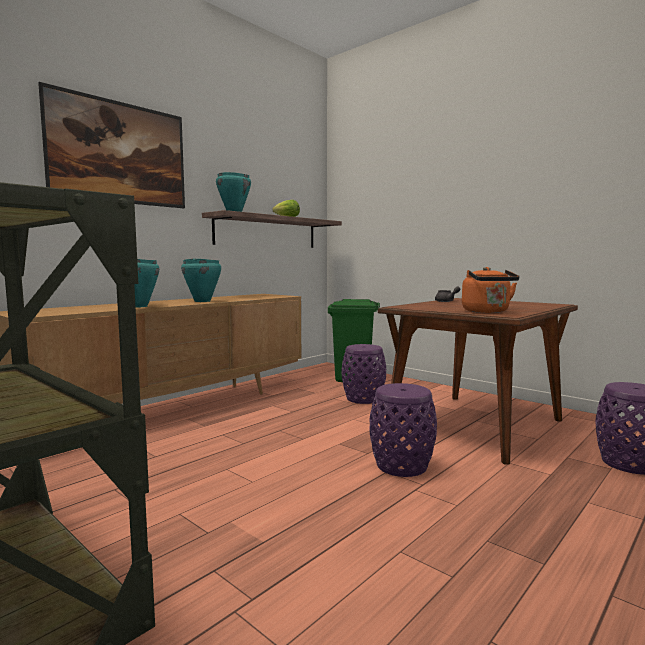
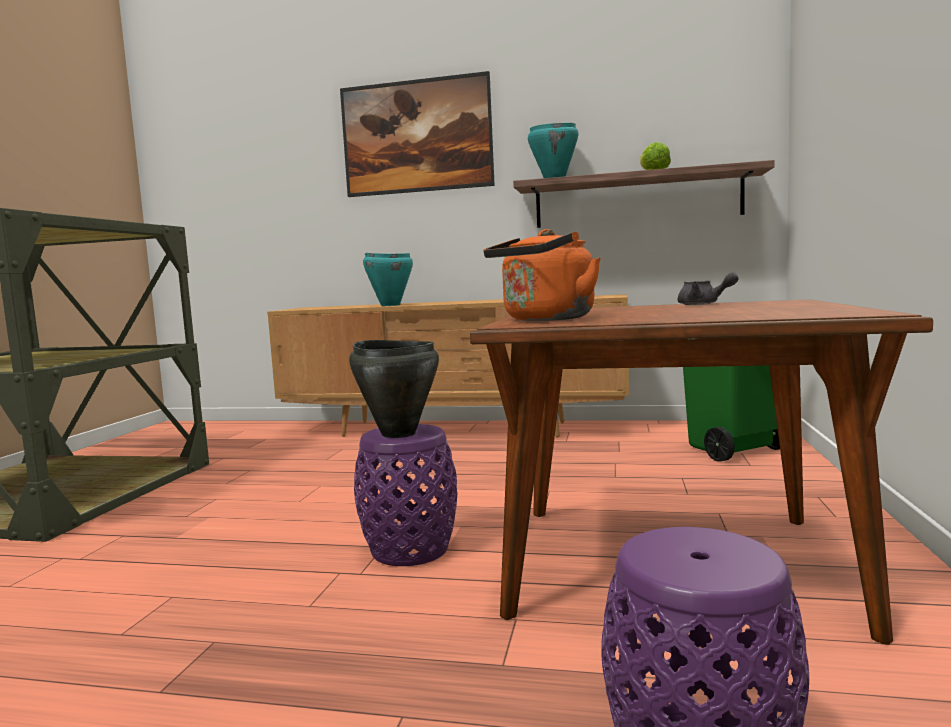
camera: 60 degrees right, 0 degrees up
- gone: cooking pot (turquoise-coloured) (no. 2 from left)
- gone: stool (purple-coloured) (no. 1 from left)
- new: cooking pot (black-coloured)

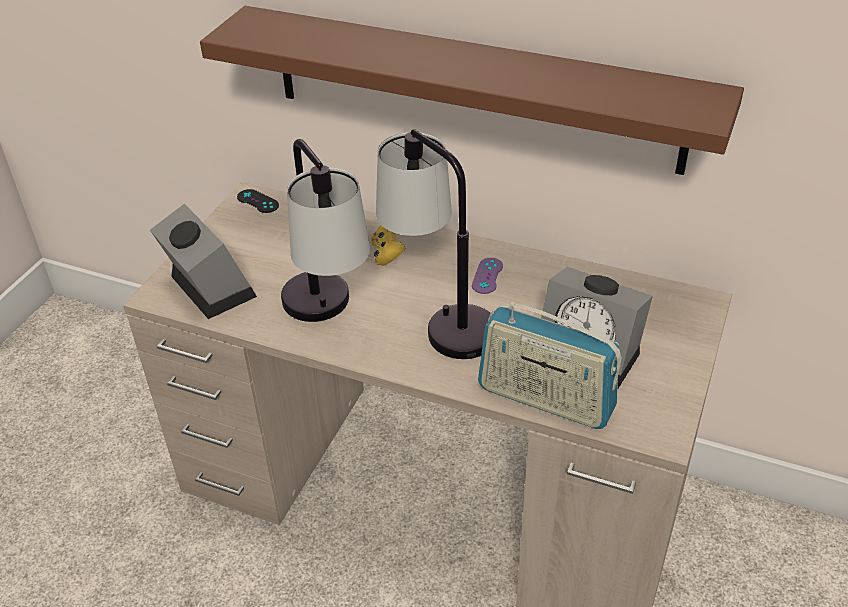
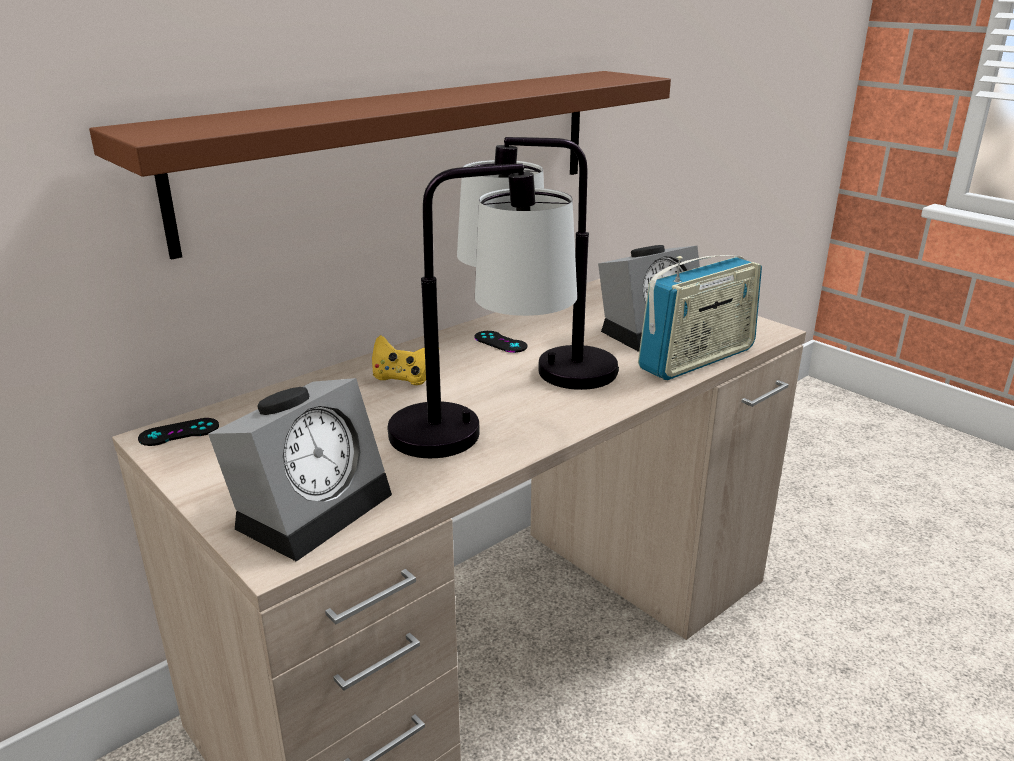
camera: 65 degrees left, 15 degrees down
- repainted: joypad (purple-coloured) to joypad (black-coloured) (no. 2 from left)
- rotated: alarm clock (no. 1 from left) 135 degrees clockwise

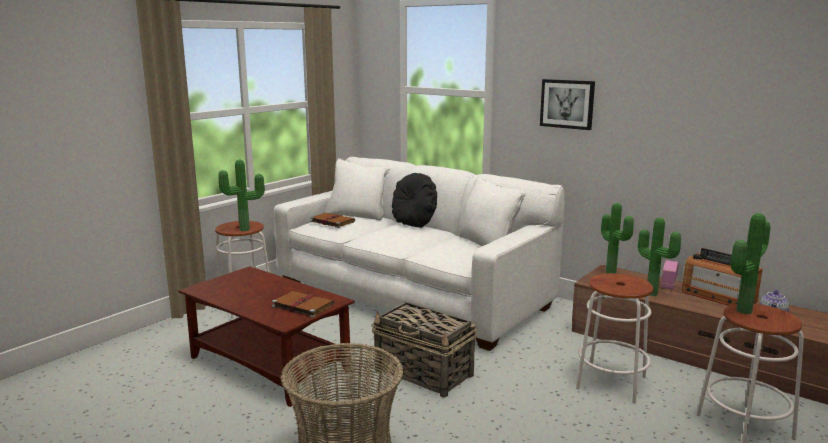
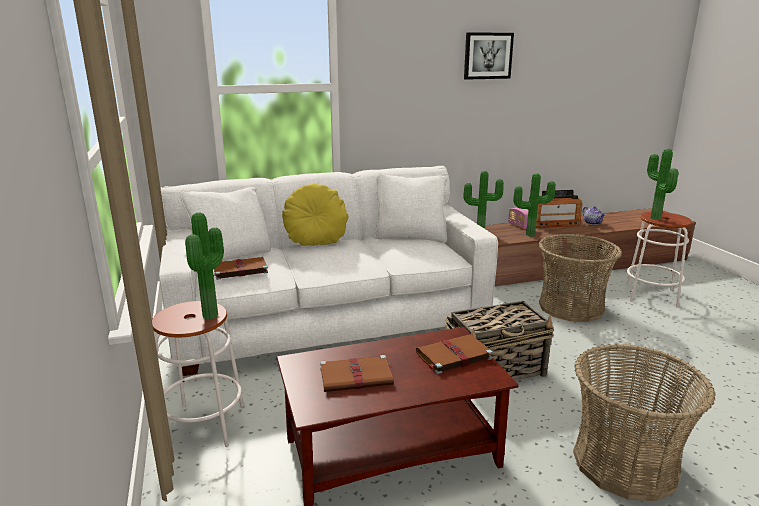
camera: 55 degrees left, 5 degrees up
- new: bound book (brown) (no. 2 from left)
- shifted: picture
- swapped: stool (white) (no. 2 from left) to basket (no. 2 from left)
- repainted: throw pillow (black-coloured) to throw pillow (yellow-coloured)

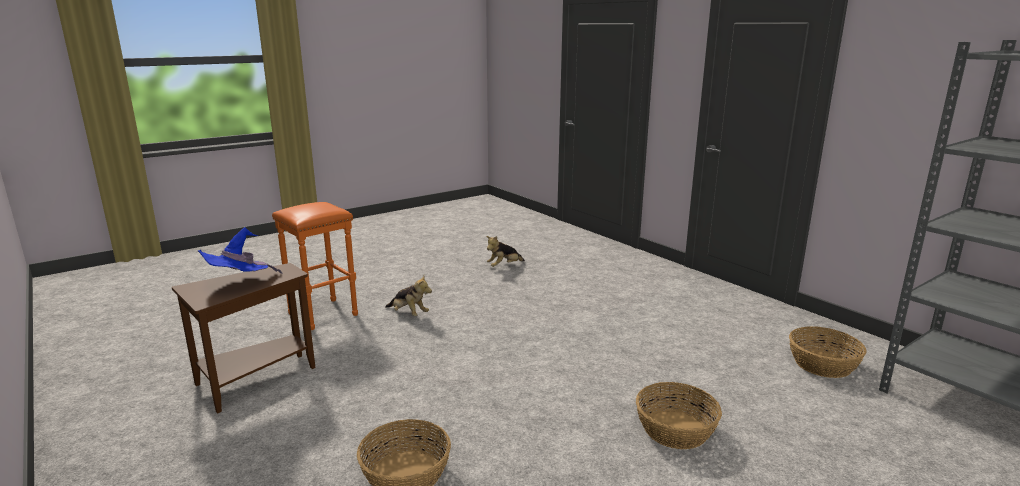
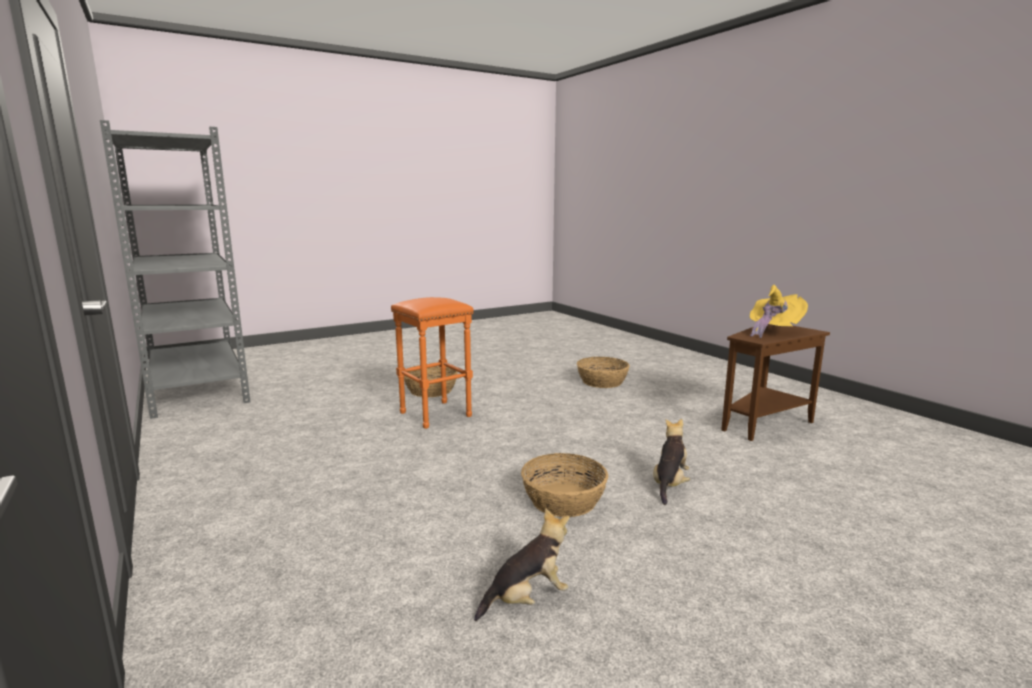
camera: 175 degrees left, 5 degrees down
- shifted: stool (orange-coloured)
- shifted: basket (no. 3 from left in the first image) to basket (no. 2 from left)
- repainted: clothing hat (blue-coloured) to clothing hat (yellow-coloured)
- rotated: plush toy (no. 1 from left in the first image) 75 degrees clockwise

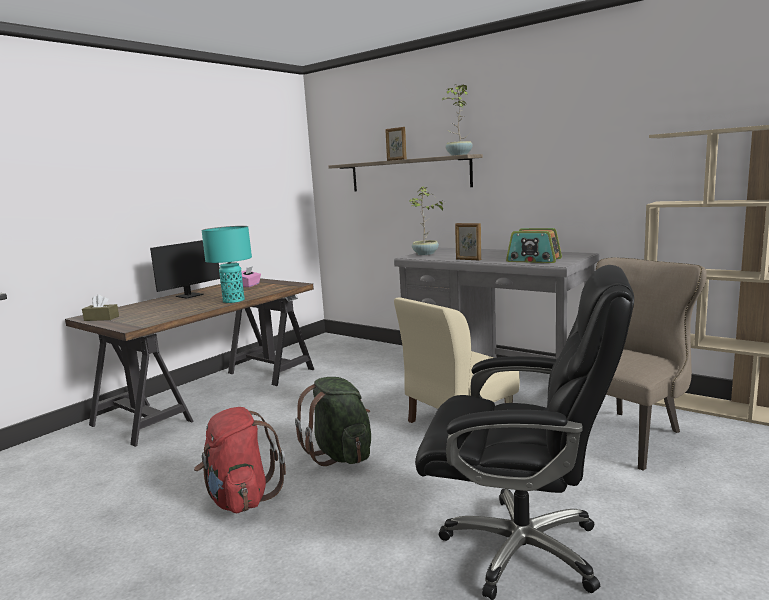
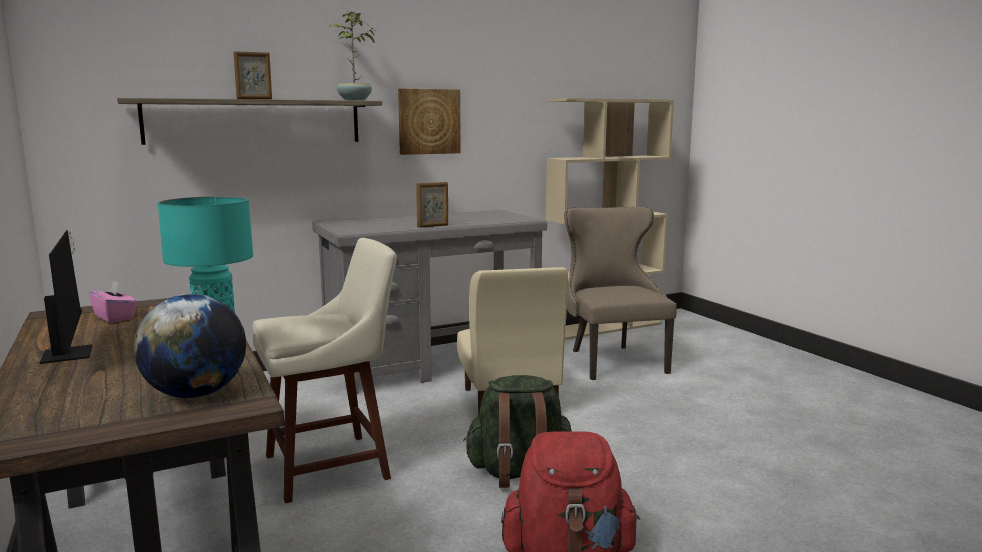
camera: 65 degrees left, 0 degrees up
- gone: tissue box (brown)
- gone: houseplant (no. 1 from left)
- gone: desk chair (black-coloured)
- gone: radio
- new: world globe
- new: stool (sand-coloured)
- new: picture

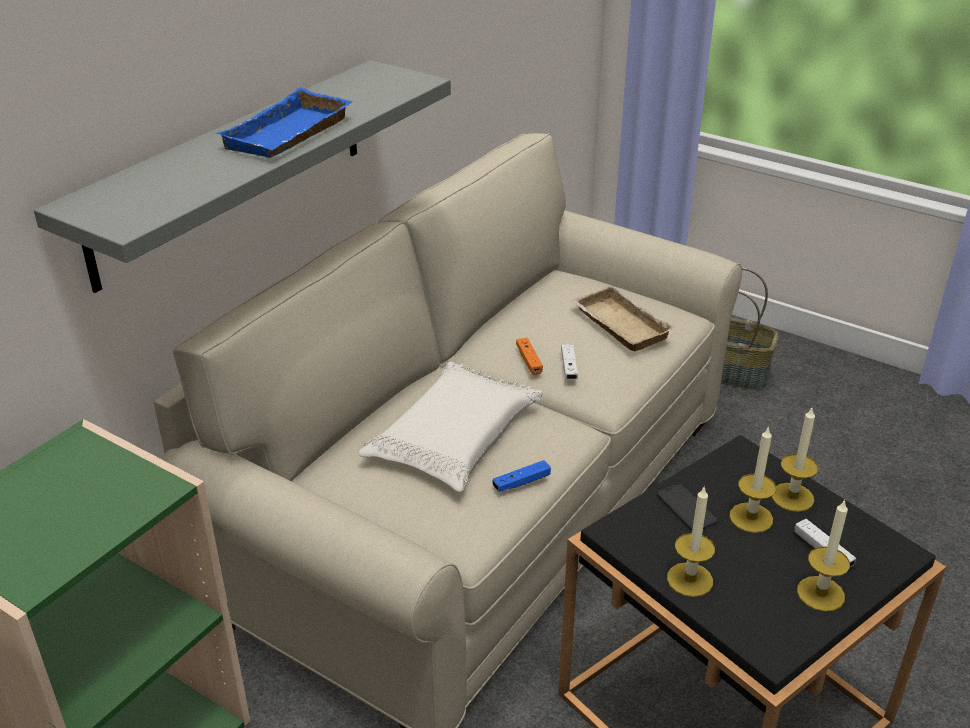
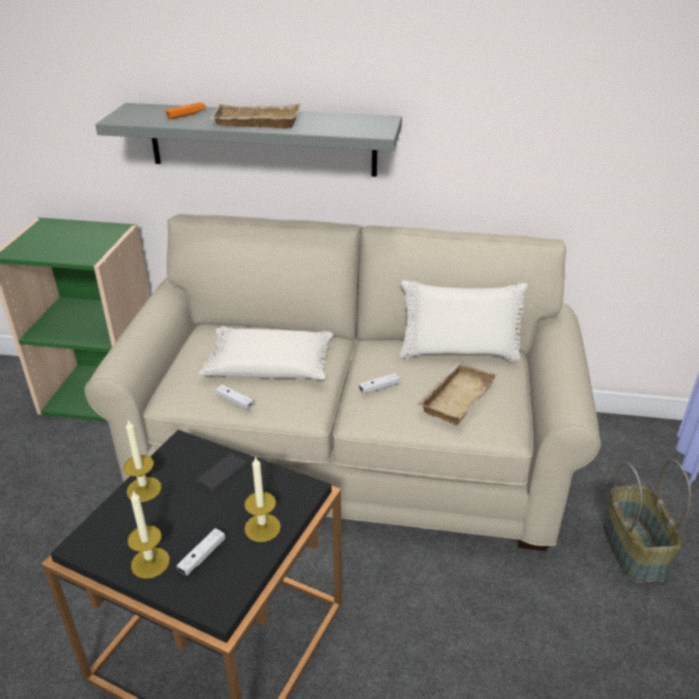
camera: 65 degrees right, 0 degrees up
- gone: candle (no. 2 from left)
- new: throw pillow (white) (no. 2 from left)
- shifted: joypad (orange-coloured)
- repainted: tray (blue-coloured) to tray (sand-coloured) (no. 1 from left)
- repainted: joypad (blue-coloured) to joypad (white) (no. 2 from left)

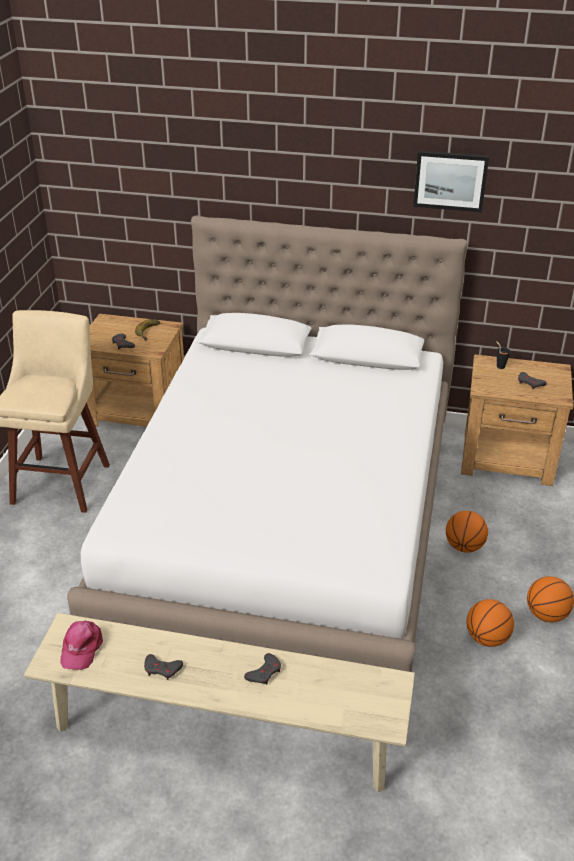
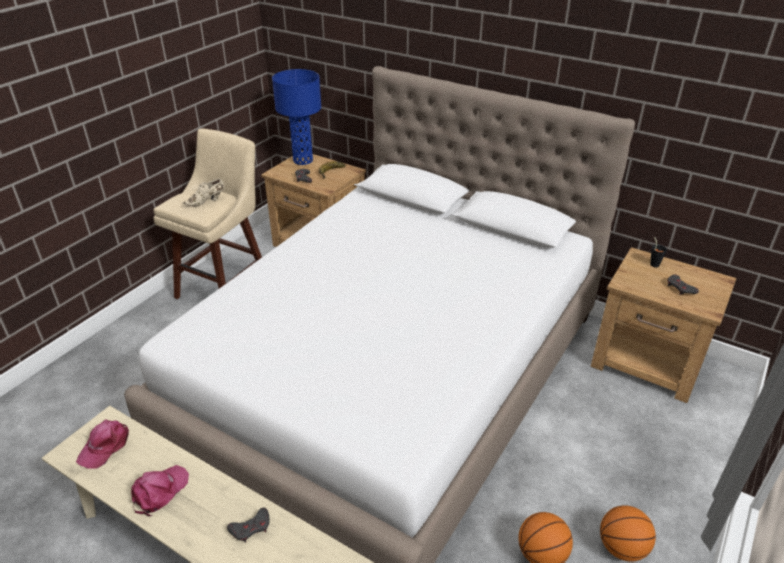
camera: 20 degrees right, 0 degrees up
- gone: picture
- gone: basketball ball (no. 1 from left)
- new: low shoe (sand-coloured)
- new: tabletop lamp (blue-coloured)
- swapped: joypad (greyish) (no. 2 from left) to peaked cap (pinkish) (no. 2 from left)

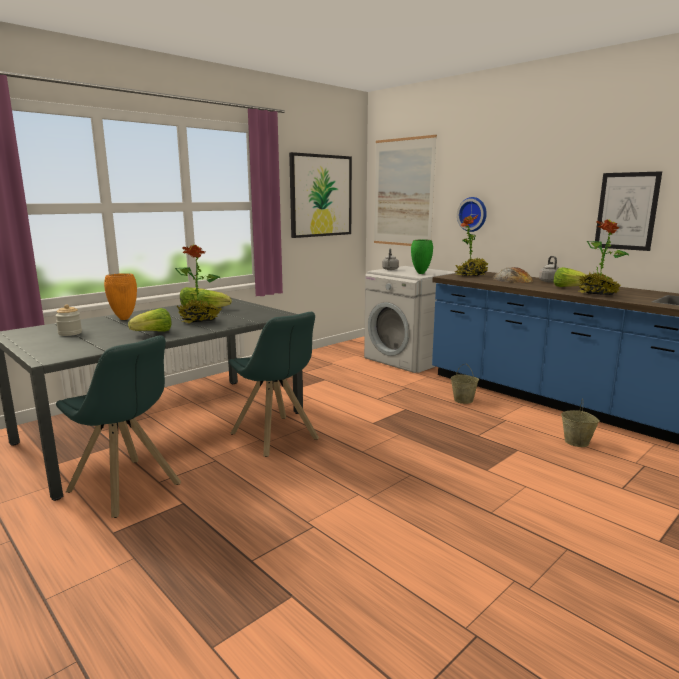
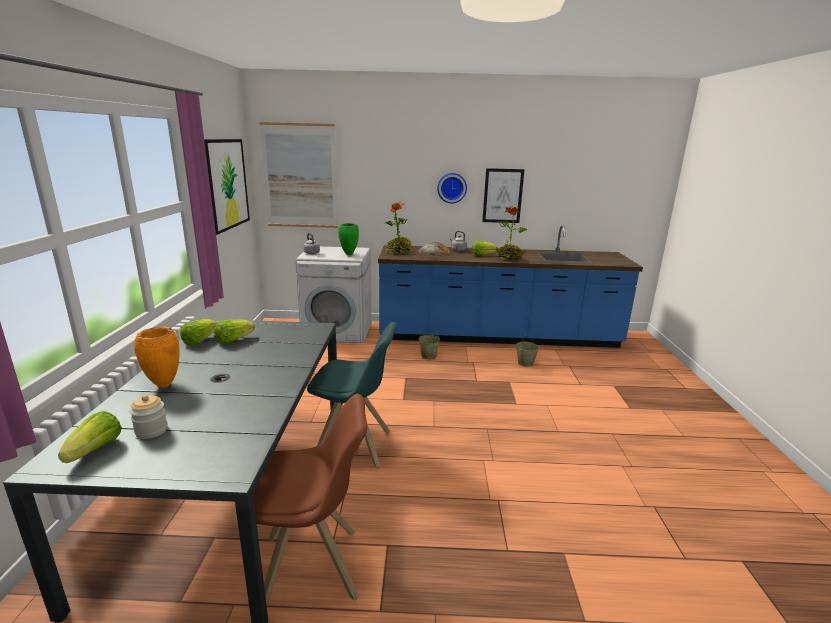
camera: 45 degrees left, 5 degrees up
- gone: houseplant (no. 1 from left)
- shifted: lettuce head (no. 1 from left)
- shifted: hanging clock
- repainted: plain chair (turquoise-coloured) (no. 1 from left) to plain chair (brown)

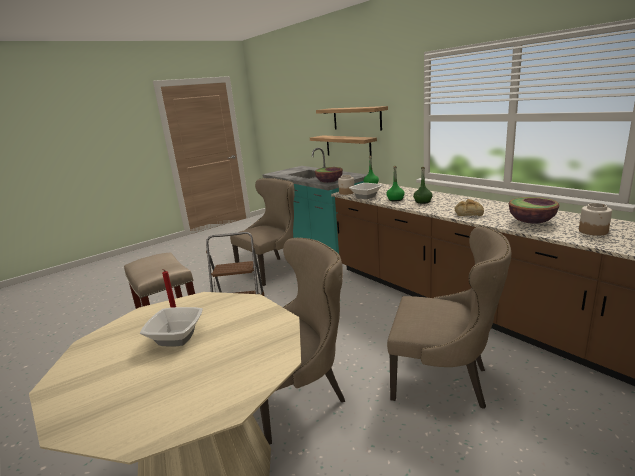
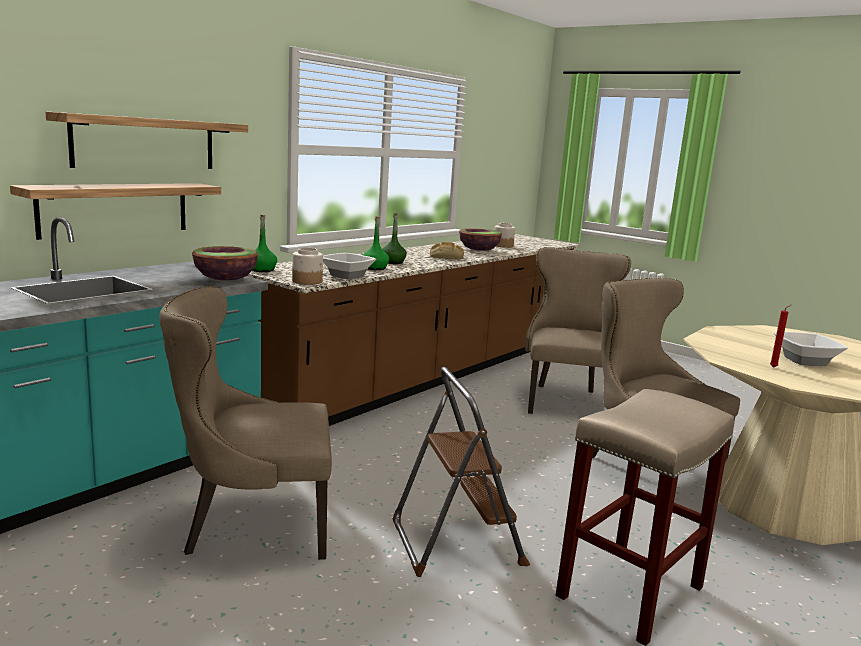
camera: 105 degrees left, 5 degrees down
- rotated: plain chair (sand-coloured) (no. 1 from left) 45 degrees counterclockwise

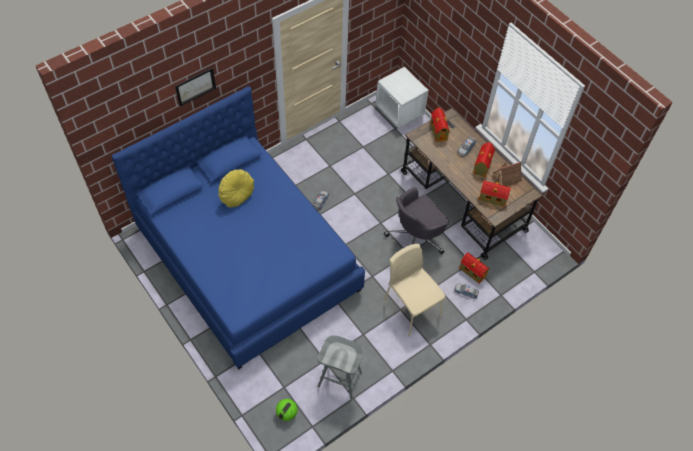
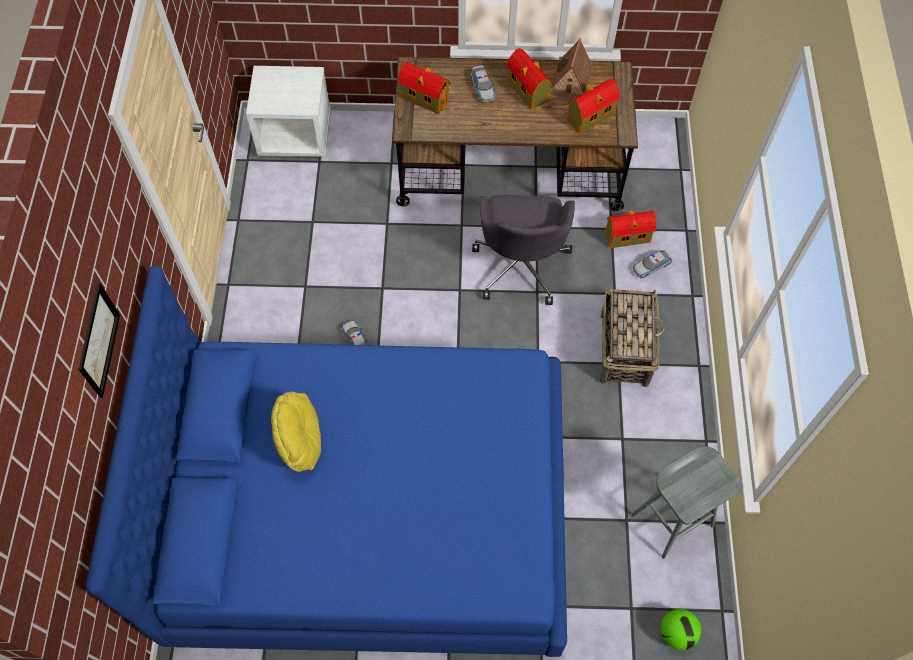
camera: 50 degrees left, 5 degrees up
- swapped: plain chair (sand-coloured) to basket

